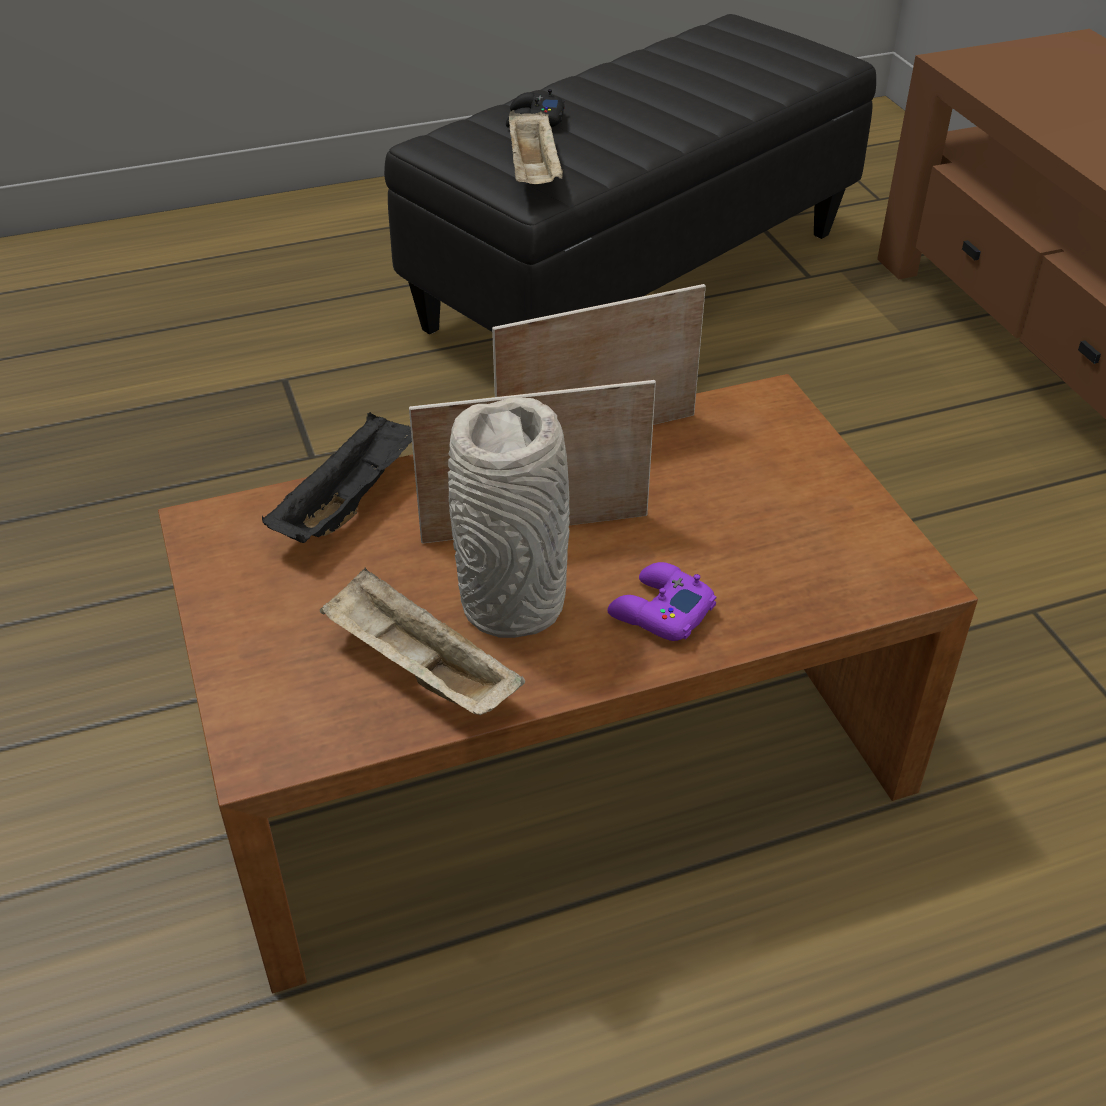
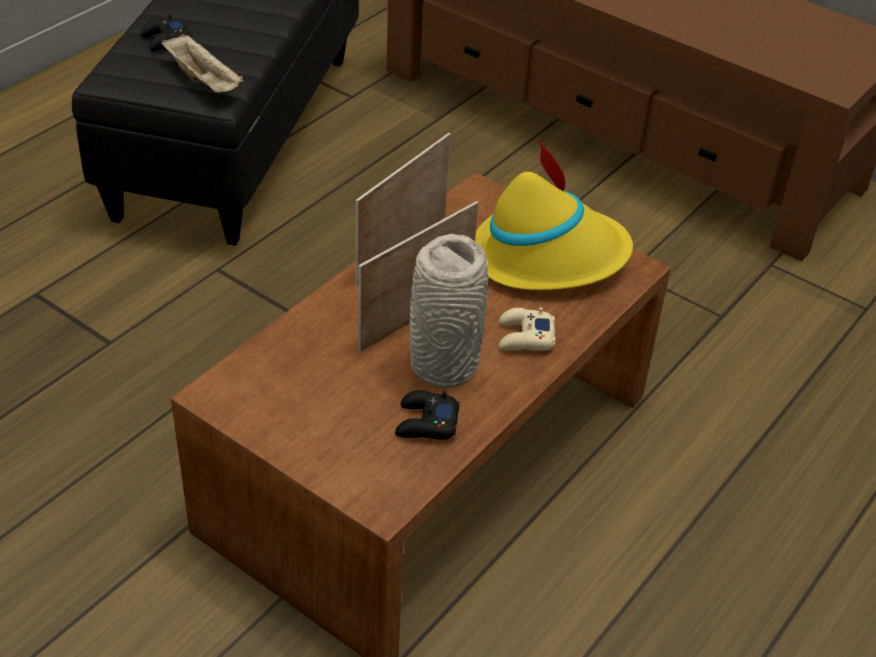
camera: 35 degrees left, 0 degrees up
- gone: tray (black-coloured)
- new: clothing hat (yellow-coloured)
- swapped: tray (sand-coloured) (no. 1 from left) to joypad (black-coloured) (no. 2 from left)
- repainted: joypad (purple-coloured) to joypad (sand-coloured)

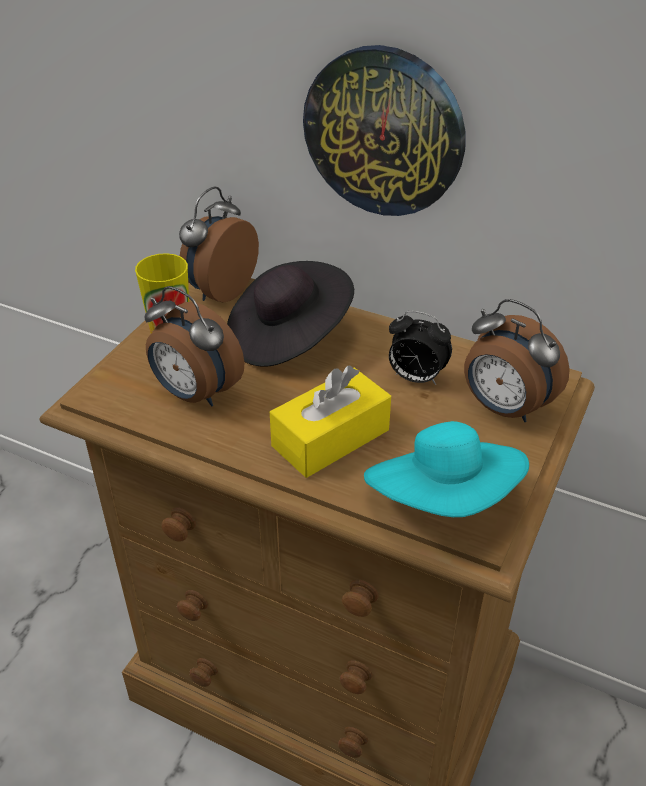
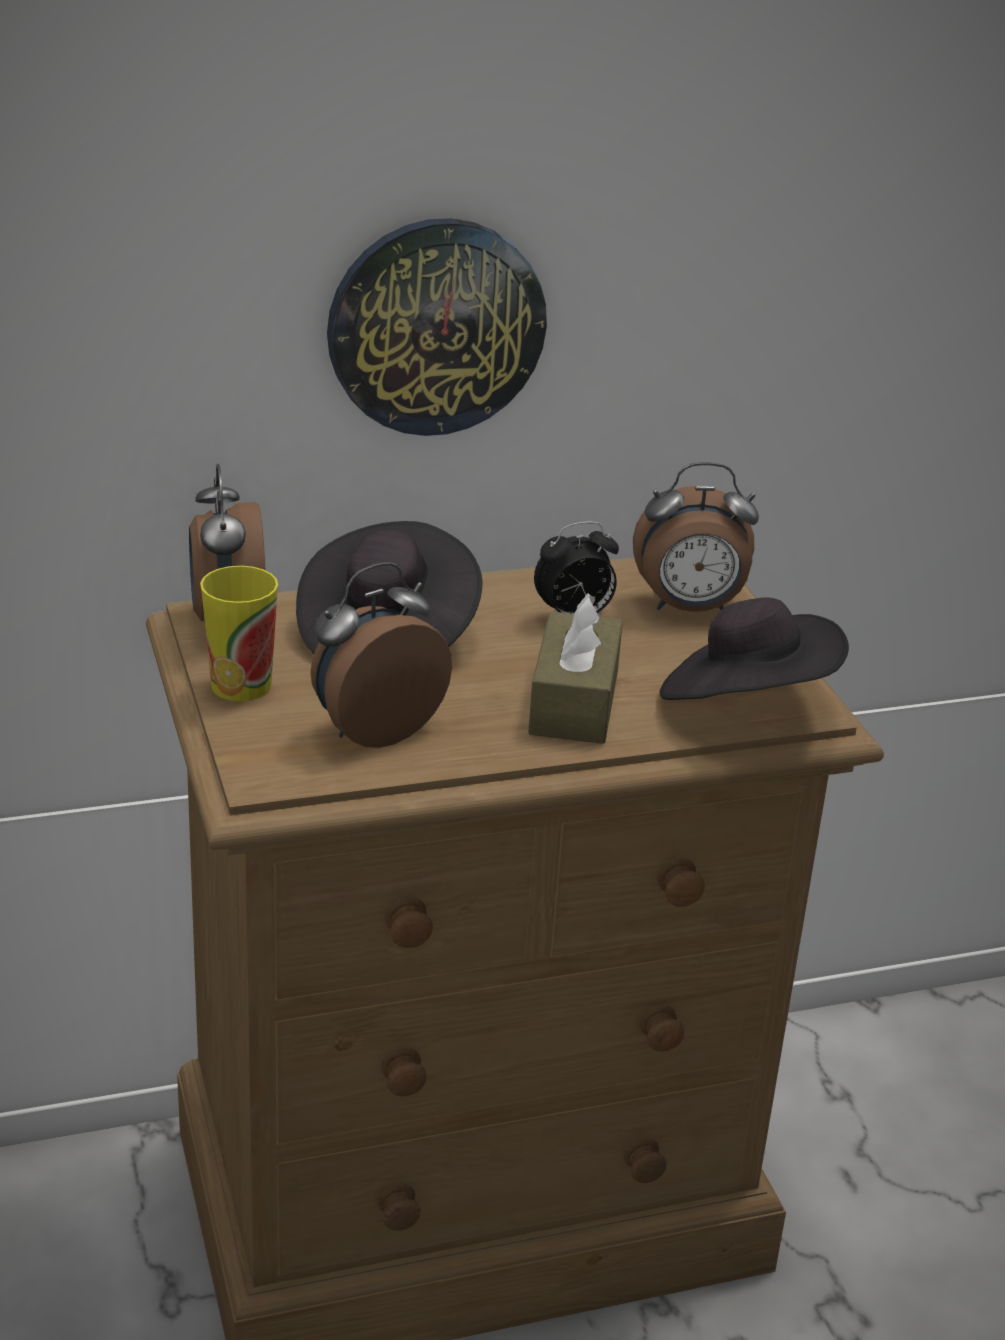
camera: 45 degrees left, 10 degrees down
- repainted: tissue box (yellow-coloured) to tissue box (brown)
- repainted: clothing hat (turquoise-coloured) to clothing hat (black-coloured) (no. 2 from left)
- rotated: alarm clock (no. 1 from left in the first image) 150 degrees clockwise

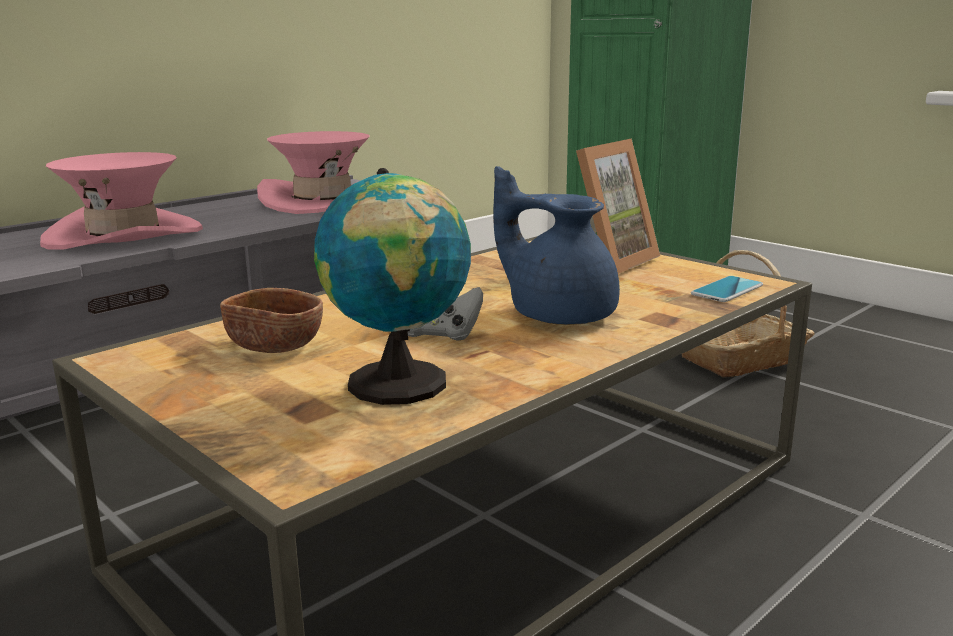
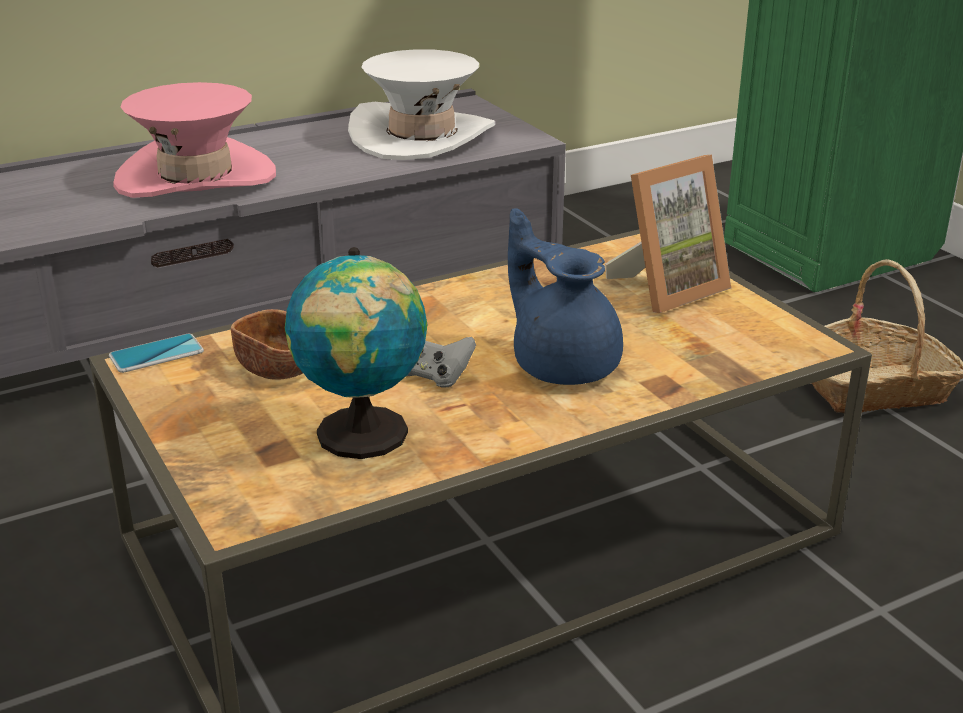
camera: 15 degrees right, 10 degrees up
- shifted: telephone
- repainted: clothing hat (pinkish) (no. 2 from left) to clothing hat (white)

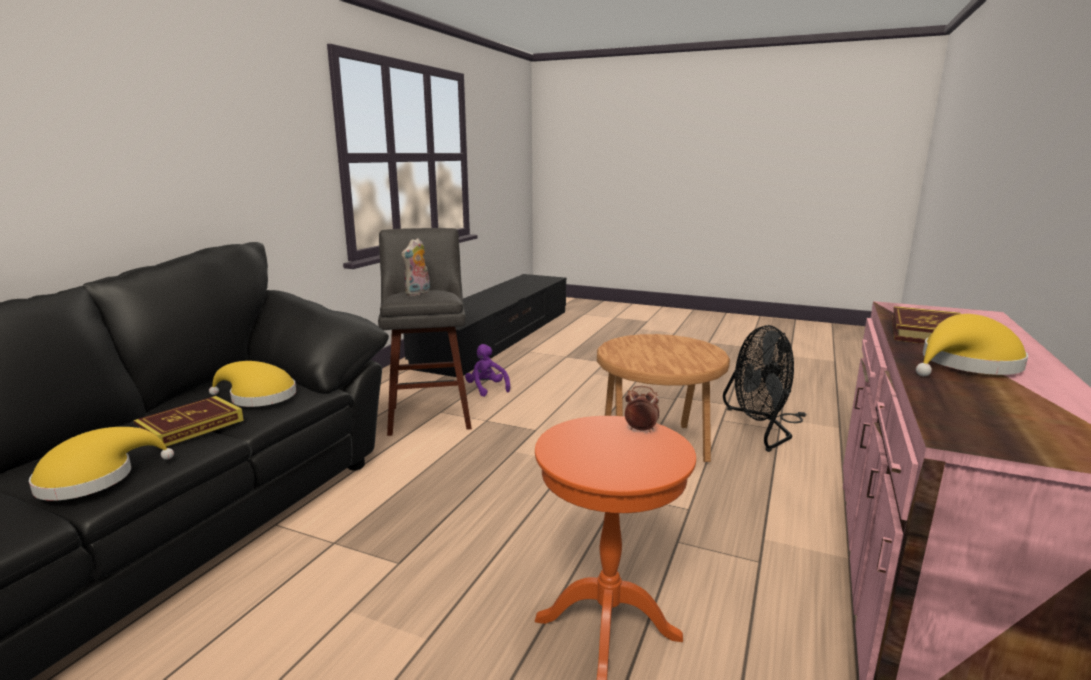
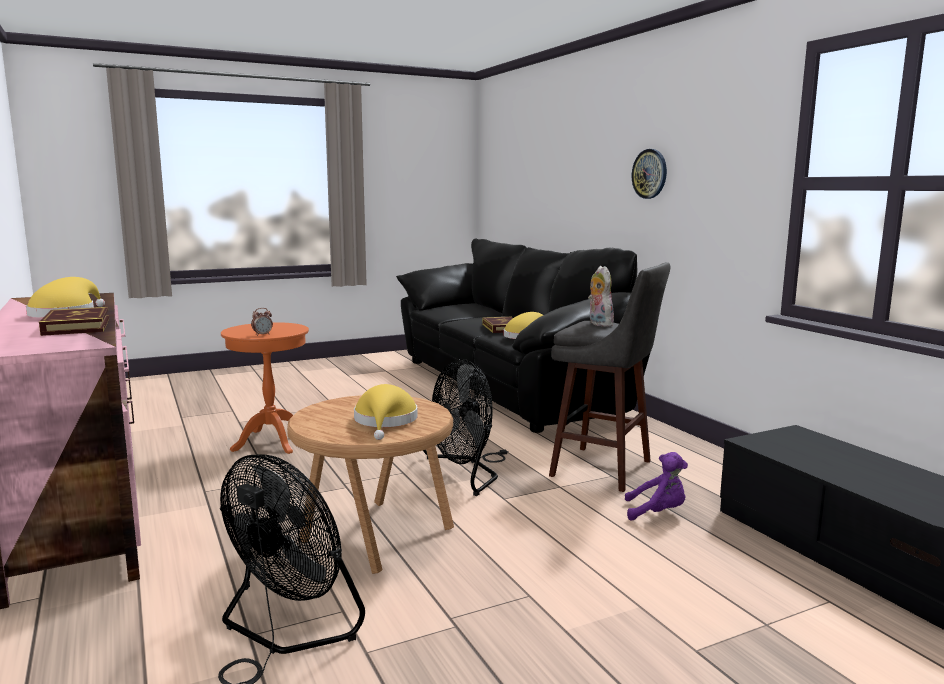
camera: 130 degrees right, 5 degrees down
- new: cooling fan (black-coloured) (no. 2 from left)
- new: hanging clock
- shifted: clothing hat (yellow-coloured) (no. 1 from left in the first image) to clothing hat (yellow-coloured) (no. 2 from left)

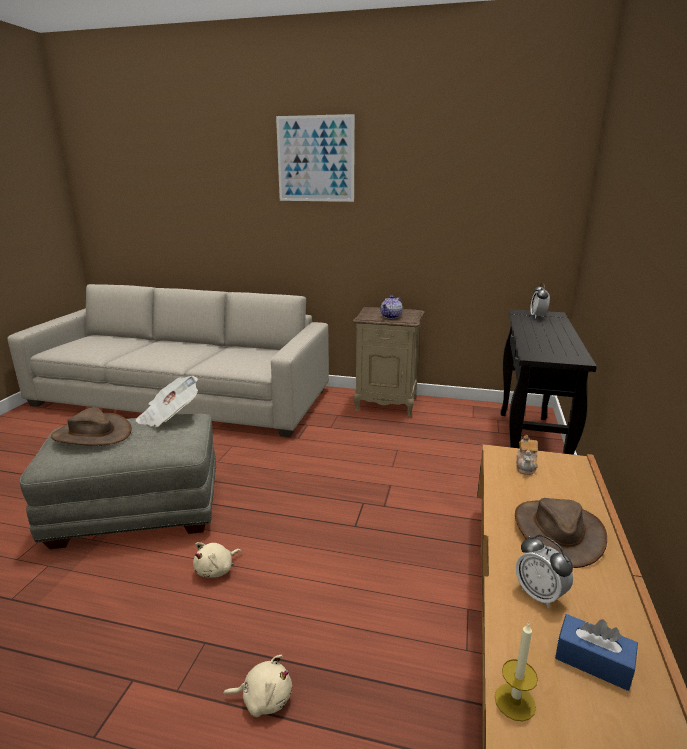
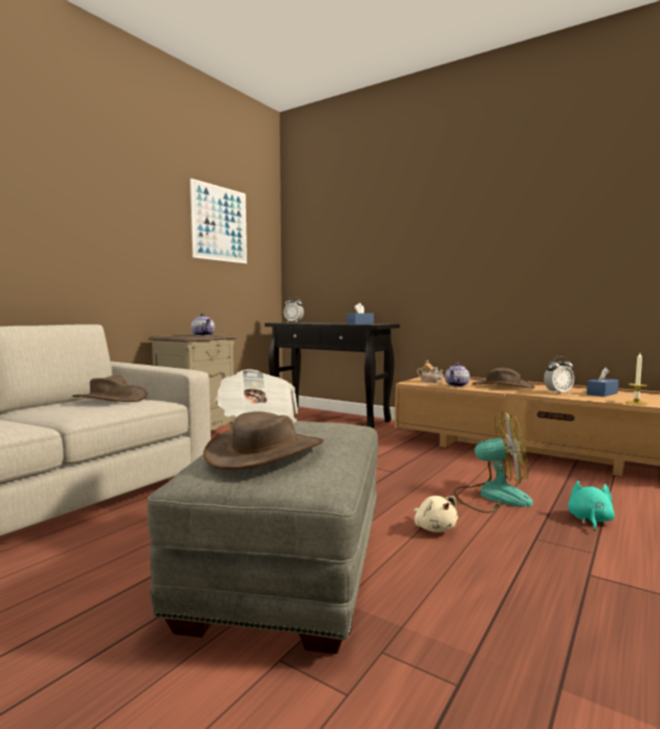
camera: 70 degrees left, 15 degrees down
- new: clothing hat (brown) (no. 1 from left)
- new: tissue box (blue-coloured) (no. 1 from left)
- new: pot for tea (no. 3 from left)
- new: cooling fan
- shifted: picture
- repainted: plush toy (sand-coloured) (no. 2 from left) to plush toy (turquoise-coloured)

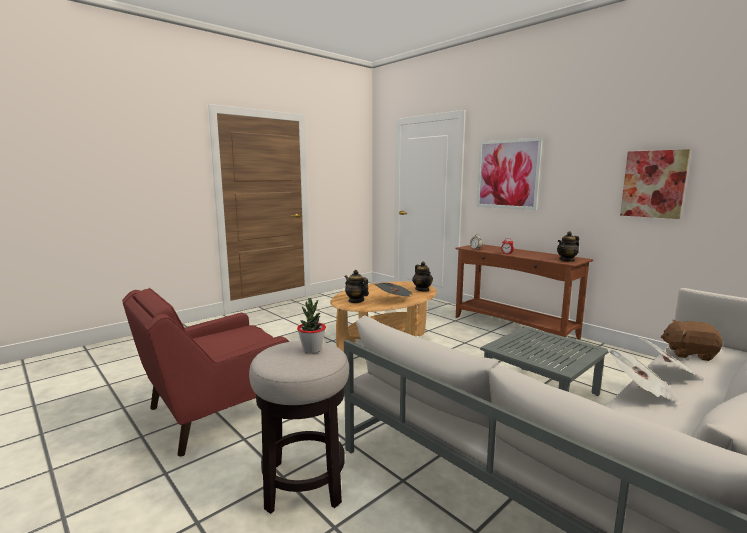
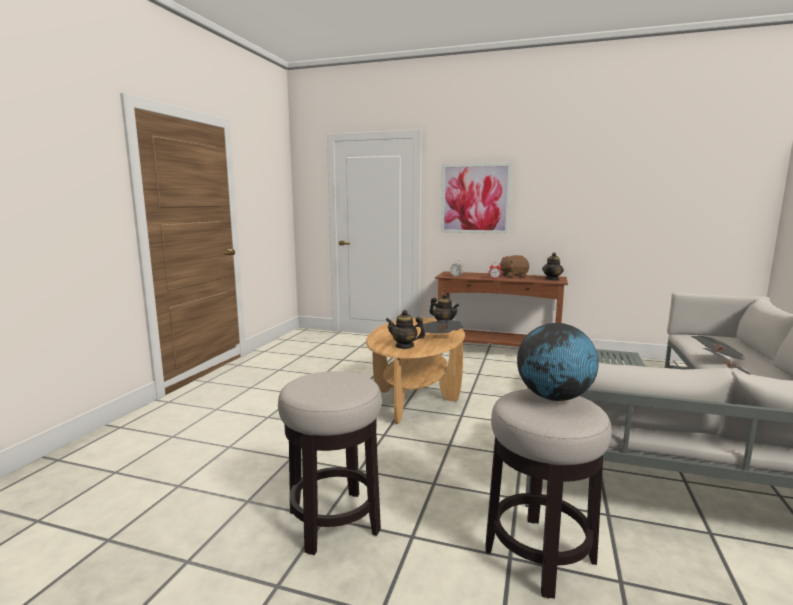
camera: 30 degrees left, 0 degrees up
- gone: picture (no. 2 from left)
- shifted: plush toy (brown)
- swapped: lounge chair (reddish) to stool (no. 1 from left)
- swapped: houseplant to world globe

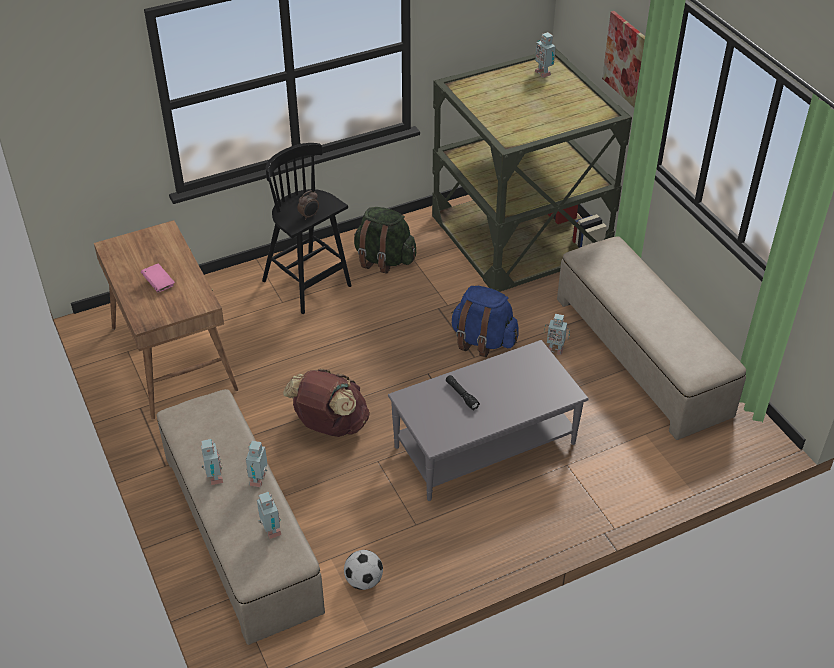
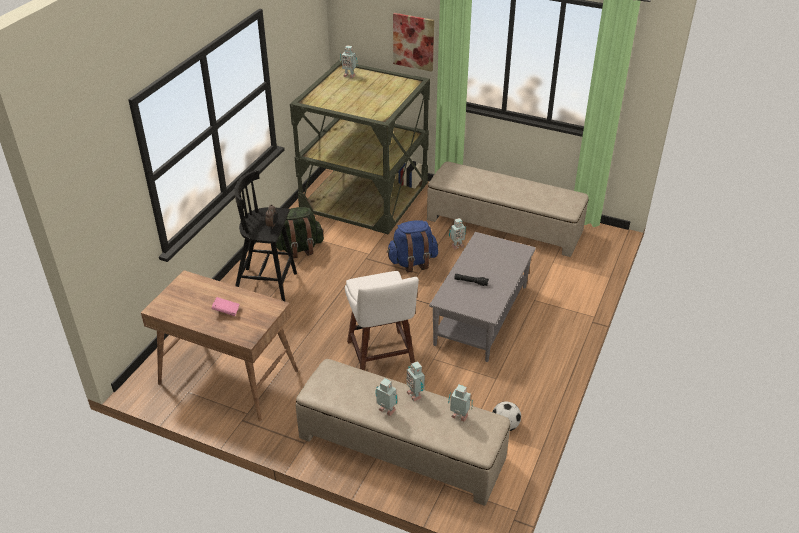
camera: 40 degrees left, 5 degrees down
- swapped: knapsack (brown) to stool (white)

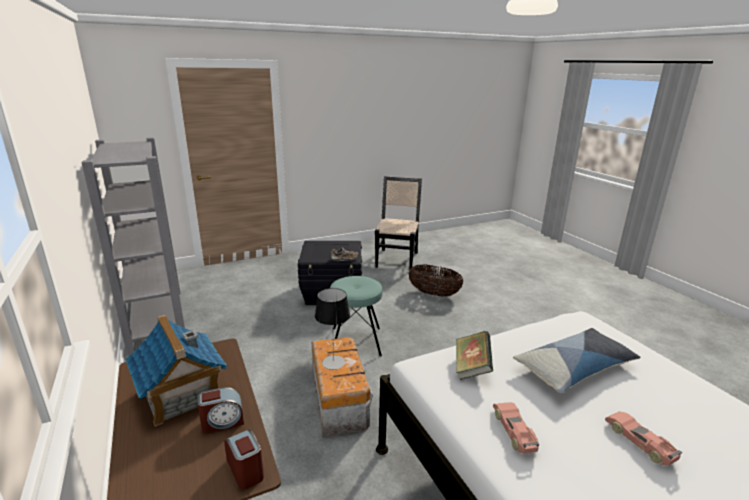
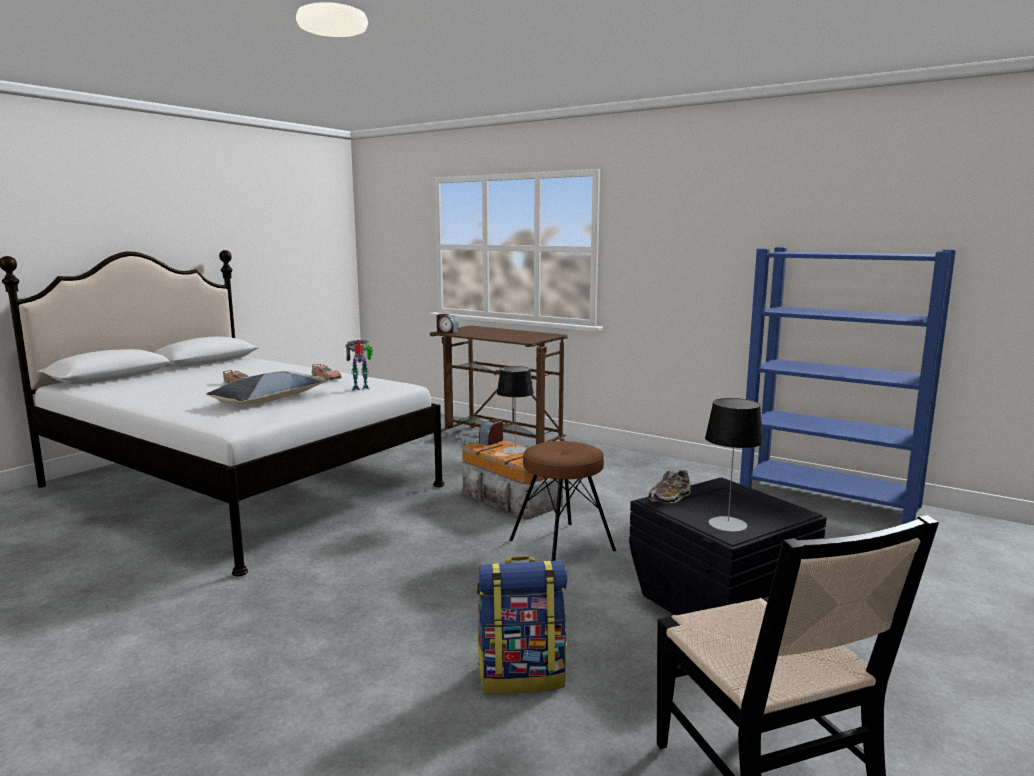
camera: 150 degrees right, 10 degrees down
- gone: miniature house
- new: tabletop lamp (no. 2 from left)
- shifted: alarm clock (no. 1 from left in the first image) to alarm clock (no. 2 from left)
- swapped: basket to knapsack
- swapped: bound book to model robot
- repainted: shelving unit (greyish) to shelving unit (blue-coloured)
- repainted: stool (turquoise-coloured) to stool (brown)

